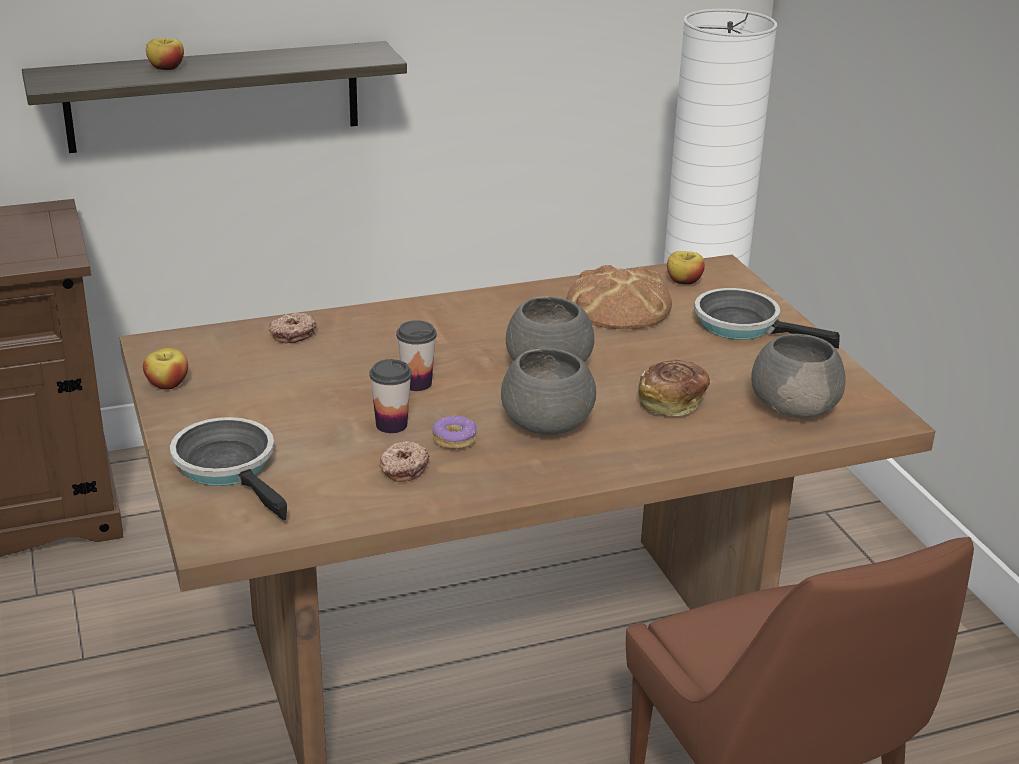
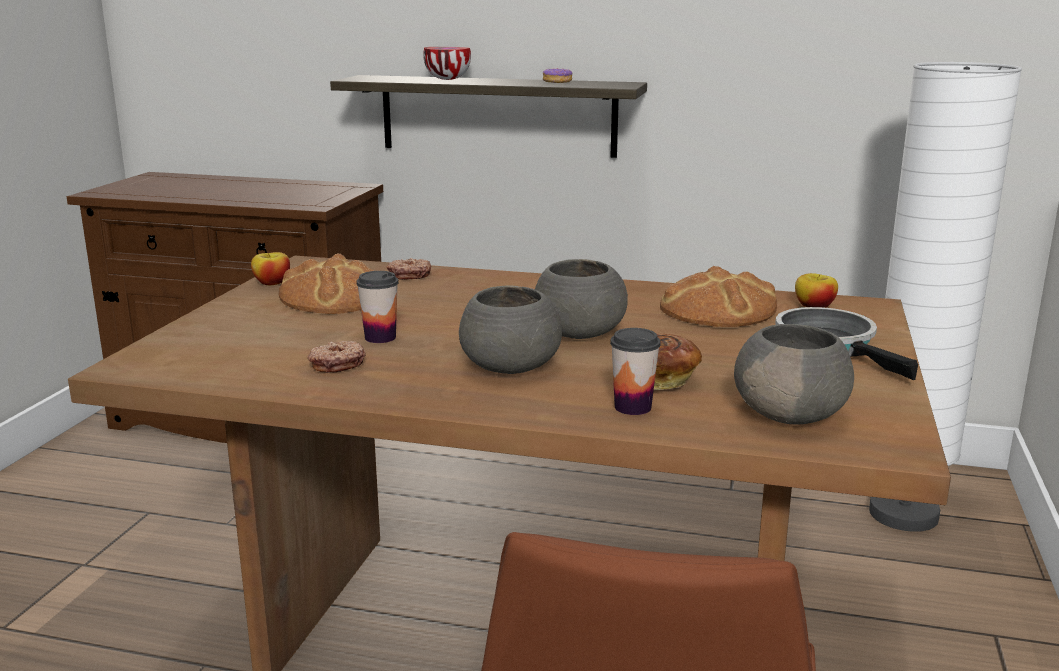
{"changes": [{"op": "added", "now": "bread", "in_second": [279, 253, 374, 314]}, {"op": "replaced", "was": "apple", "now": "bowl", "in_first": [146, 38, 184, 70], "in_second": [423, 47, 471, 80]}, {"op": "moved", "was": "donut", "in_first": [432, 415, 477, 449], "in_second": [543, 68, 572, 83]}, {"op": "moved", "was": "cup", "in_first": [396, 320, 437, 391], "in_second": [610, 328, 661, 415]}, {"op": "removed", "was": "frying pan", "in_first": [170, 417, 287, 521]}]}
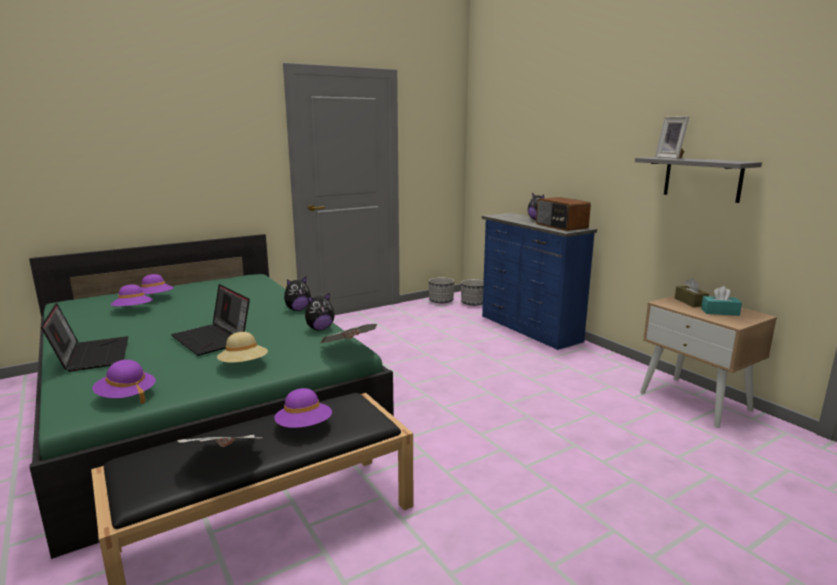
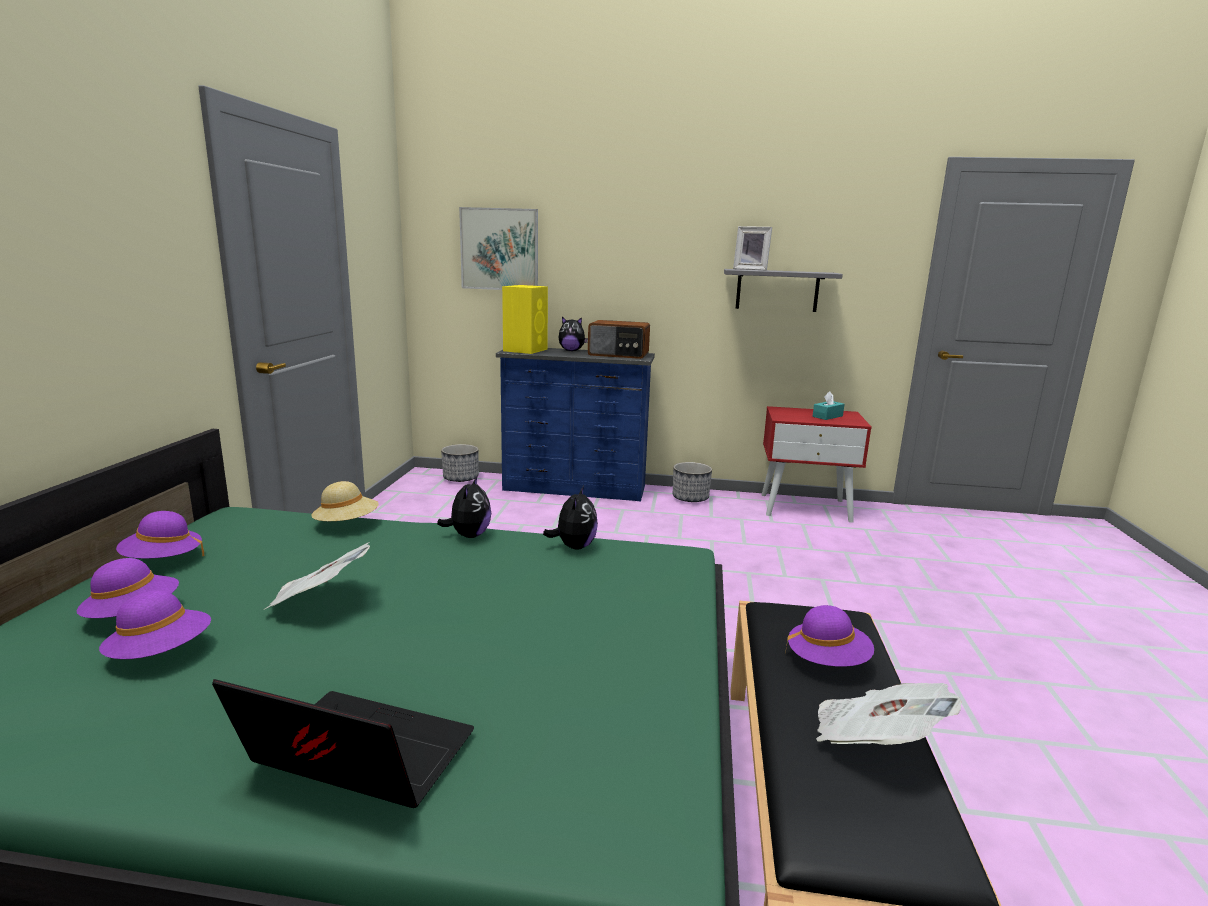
{"changes": [{"op": "moved", "was": "purple hat", "in_first": [92, 360, 156, 404], "in_second": [116, 511, 204, 559]}, {"op": "moved", "was": "newspaper", "in_first": [321, 324, 377, 343], "in_second": [265, 542, 370, 609]}, {"op": "moved", "was": "beige hat", "in_first": [217, 332, 268, 363], "in_second": [311, 481, 379, 521]}, {"op": "added", "now": "picture", "in_second": [459, 207, 538, 290]}, {"op": "added", "now": "yellow speaker", "in_second": [502, 285, 548, 354]}, {"op": "moved", "was": "planter", "in_first": [429, 277, 454, 304], "in_second": [673, 462, 712, 502]}, {"op": "recoloured", "was": "beige nightstand", "now": "red nightstand", "in_first": [640, 295, 777, 428], "in_second": [762, 406, 872, 523]}, {"op": "removed", "was": "laptop", "in_first": [171, 284, 250, 356]}, {"op": "removed", "was": "brown tissue box", "in_first": [675, 278, 709, 307]}]}
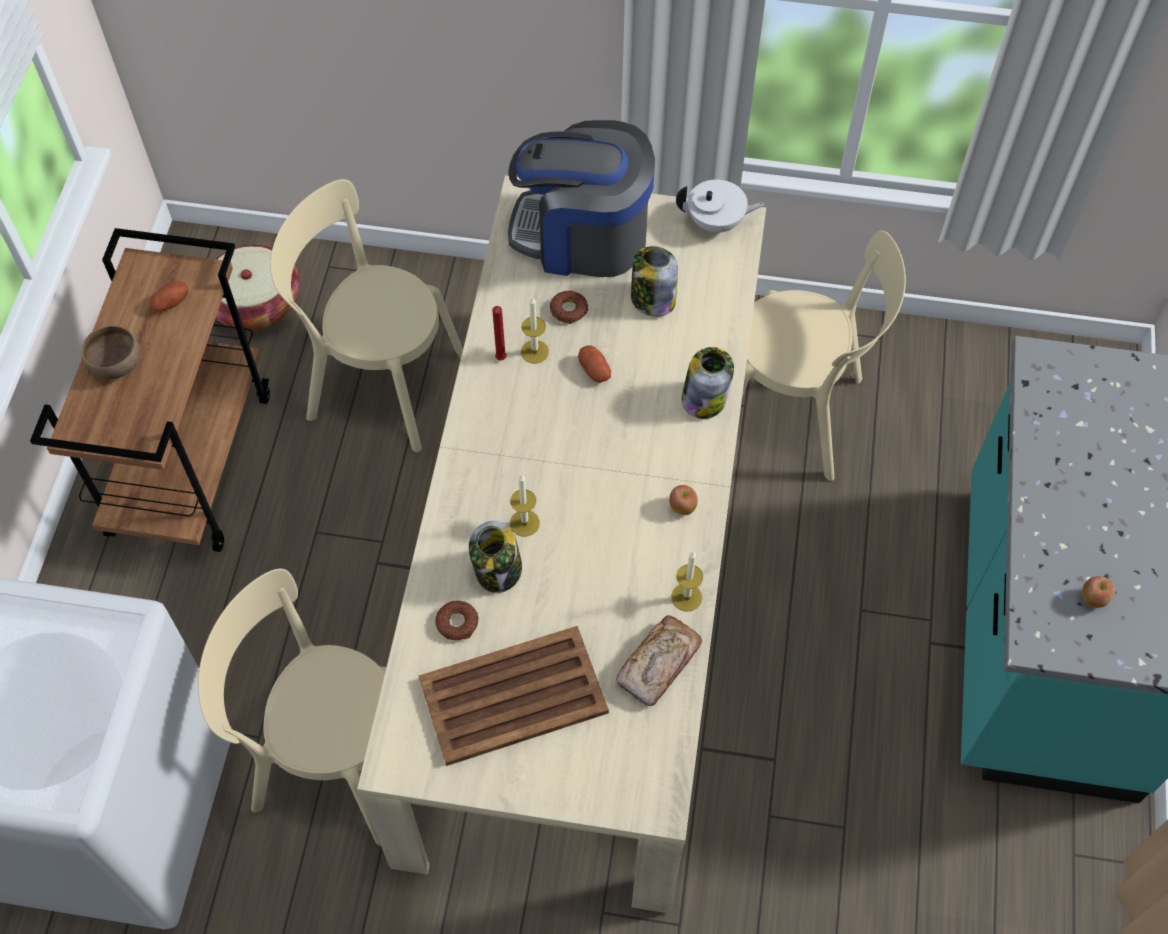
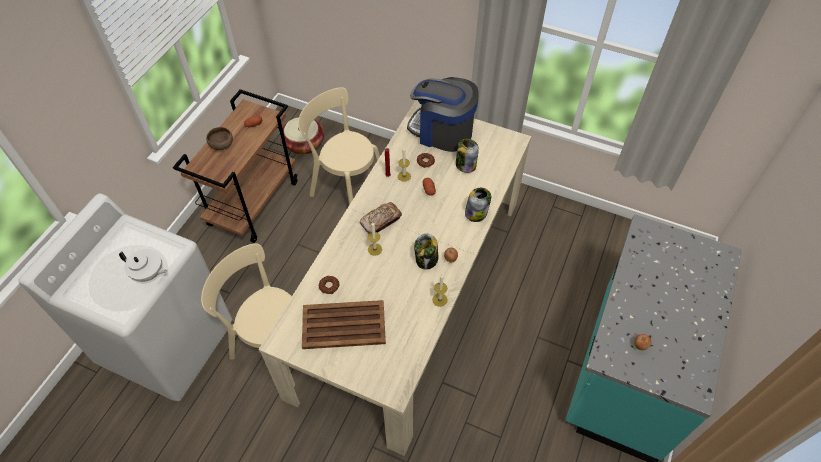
{"changes": [{"op": "moved", "was": "white teapot", "in_first": [676, 180, 765, 235], "in_second": [119, 249, 168, 282]}, {"op": "moved", "was": "bread", "in_first": [616, 615, 702, 706], "in_second": [360, 202, 402, 234]}, {"op": "moved", "was": "jar", "in_first": [469, 521, 522, 593], "in_second": [414, 234, 438, 270]}, {"op": "removed", "was": "beige chair", "in_first": [742, 230, 906, 481]}]}
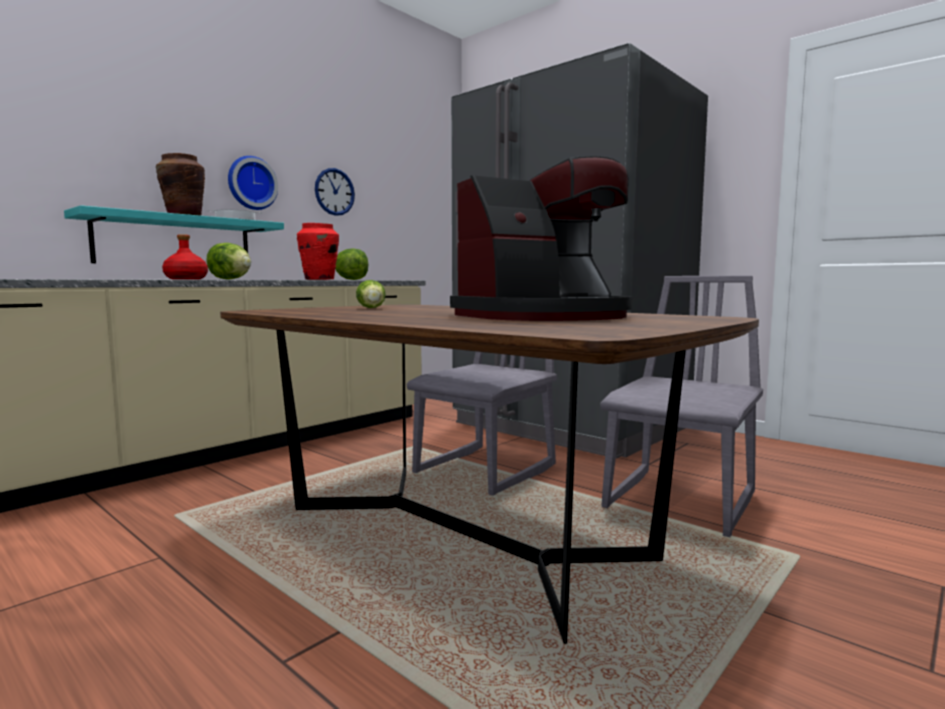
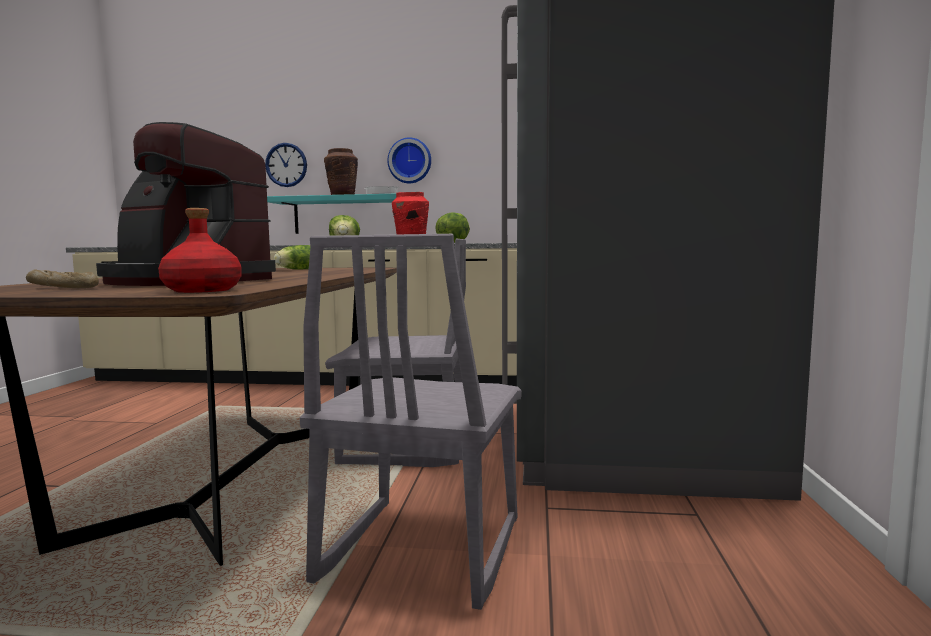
{"changes": [{"op": "added", "now": "bread", "in_second": [26, 269, 99, 288]}, {"op": "moved", "was": "red bottle", "in_first": [162, 234, 208, 279], "in_second": [158, 208, 242, 293]}, {"op": "moved", "was": "wall clock", "in_first": [315, 168, 355, 216], "in_second": [265, 143, 307, 187]}, {"op": "turned", "was": "grey chair", "in_first": [600, 276, 763, 537], "in_second": [300, 234, 522, 610], "clockwise": 105}]}
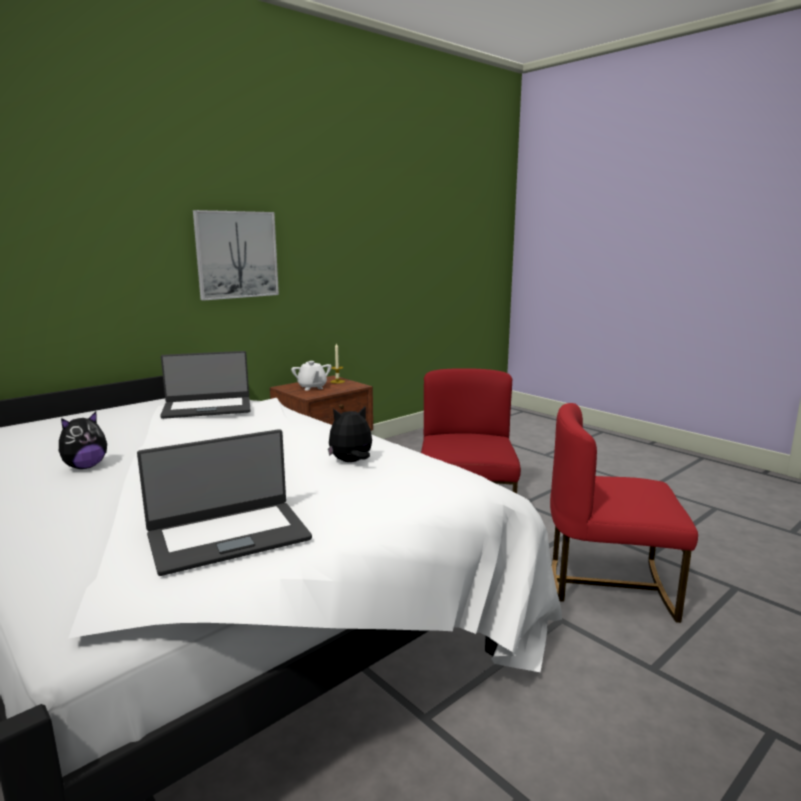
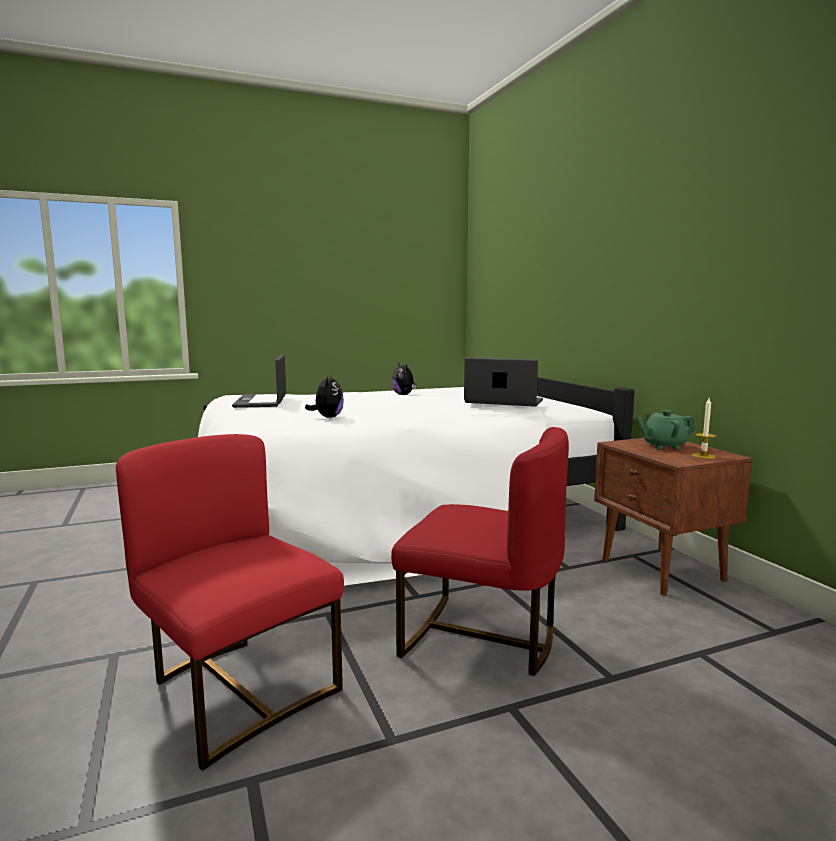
{"changes": [{"op": "turned", "was": "red chair", "in_first": [550, 403, 698, 623], "in_second": [116, 434, 344, 771], "clockwise": -75}, {"op": "turned", "was": "laptop", "in_first": [160, 351, 251, 419], "in_second": [464, 358, 543, 407], "clockwise": 105}, {"op": "recoloured", "was": "white teapot", "now": "green teapot", "in_first": [291, 361, 332, 390], "in_second": [636, 410, 695, 449]}, {"op": "removed", "was": "picture", "in_first": [193, 210, 279, 301]}]}
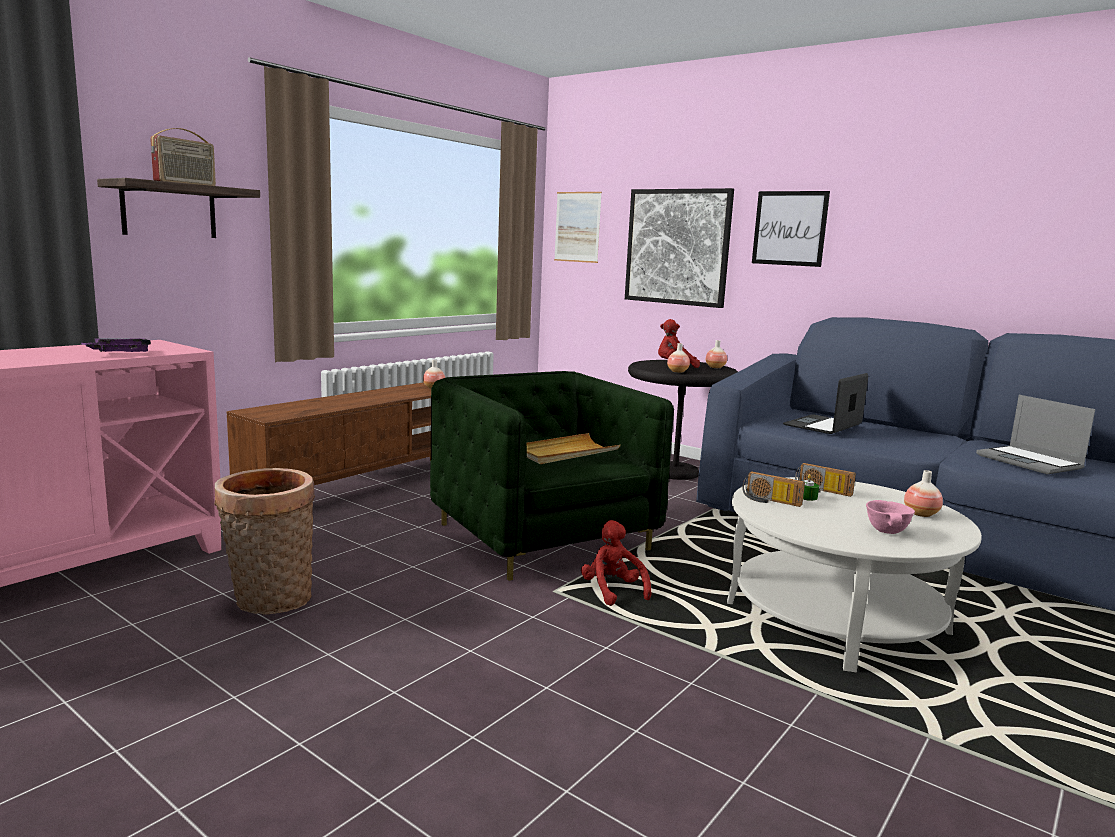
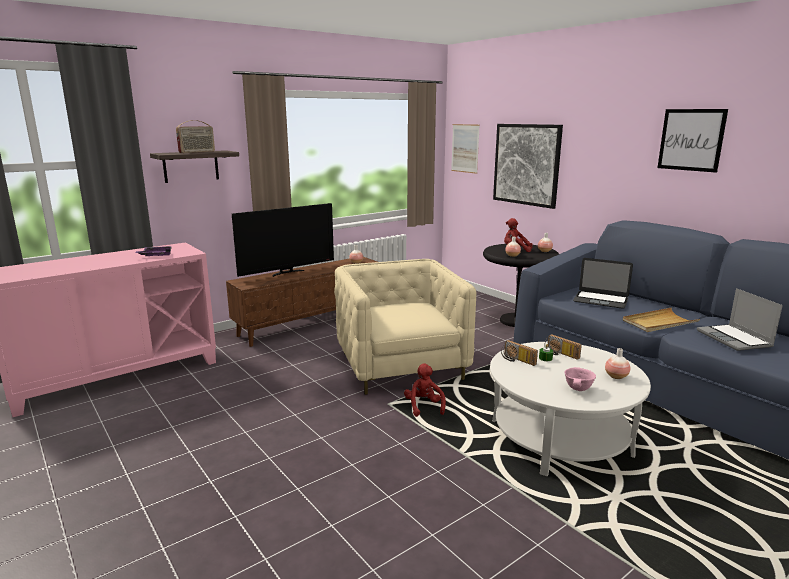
{"changes": [{"op": "added", "now": "television", "in_second": [232, 203, 334, 277]}, {"op": "recoloured", "was": "green armchair", "now": "beige armchair", "in_first": [430, 371, 674, 581], "in_second": [334, 259, 477, 395]}, {"op": "turned", "was": "laptop", "in_first": [783, 373, 868, 434], "in_second": [573, 258, 633, 309], "clockwise": -120}, {"op": "moved", "was": "beige tray", "in_first": [526, 433, 621, 464], "in_second": [623, 308, 700, 332]}, {"op": "moved", "was": "picture", "in_first": [752, 191, 830, 267], "in_second": [657, 109, 728, 173]}, {"op": "removed", "was": "basket", "in_first": [214, 468, 315, 615]}]}
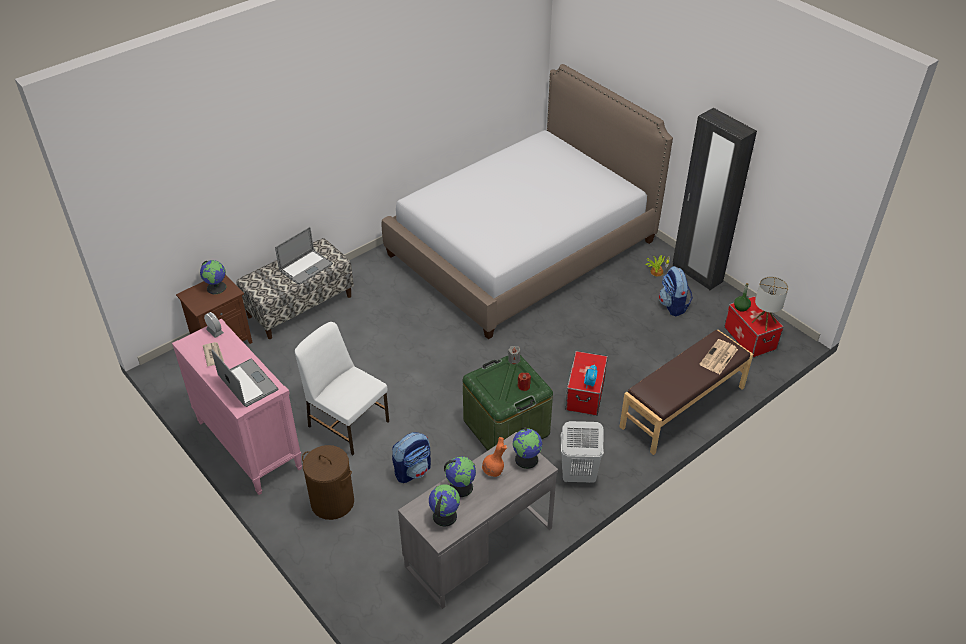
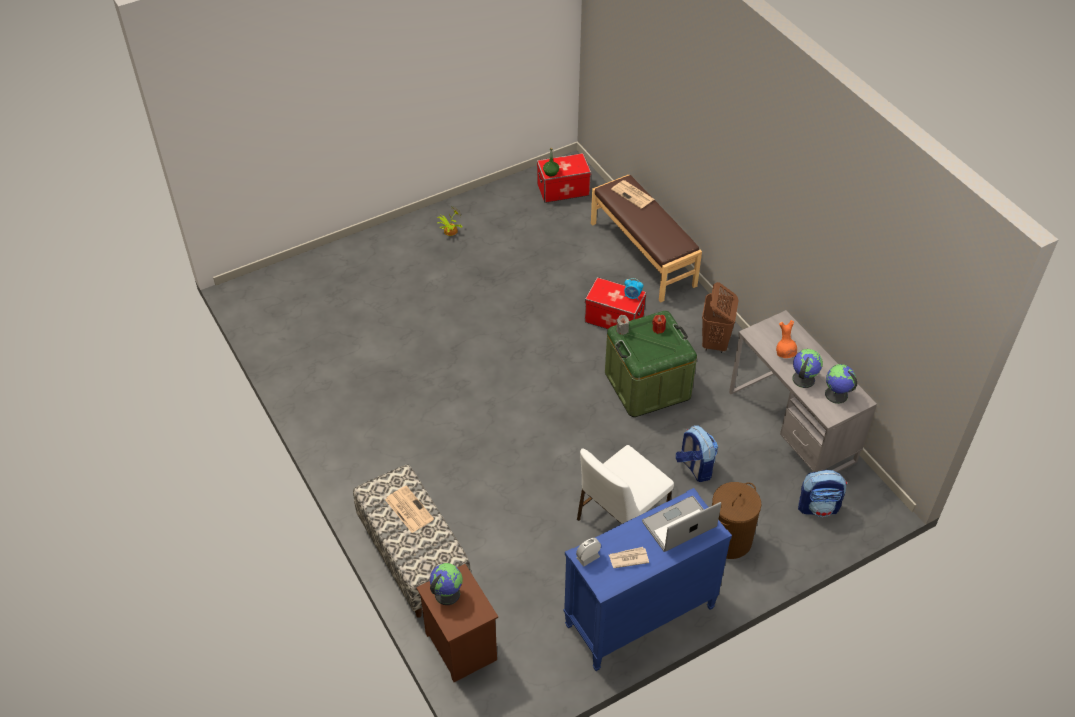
{"changes": [{"op": "replaced", "was": "laptop", "now": "newspaper", "in_first": [275, 227, 333, 285], "in_second": [385, 486, 434, 533]}, {"op": "recoloured", "was": "pink dresser", "now": "blue dresser", "in_first": [172, 318, 302, 495], "in_second": [563, 488, 732, 671]}, {"op": "recoloured", "was": "white laundry basket", "now": "brown laundry basket", "in_first": [561, 421, 604, 483], "in_second": [702, 282, 738, 353]}, {"op": "moved", "was": "backpack", "in_first": [659, 266, 693, 316], "in_second": [798, 470, 847, 517]}, {"op": "removed", "was": "bed", "in_first": [382, 64, 673, 339]}, {"op": "removed", "was": "globe", "in_first": [512, 427, 543, 469]}, {"op": "removed", "was": "black wardrobe", "in_first": [673, 108, 757, 290]}, {"op": "removed", "was": "table lamp", "in_first": [751, 276, 788, 331]}]}
